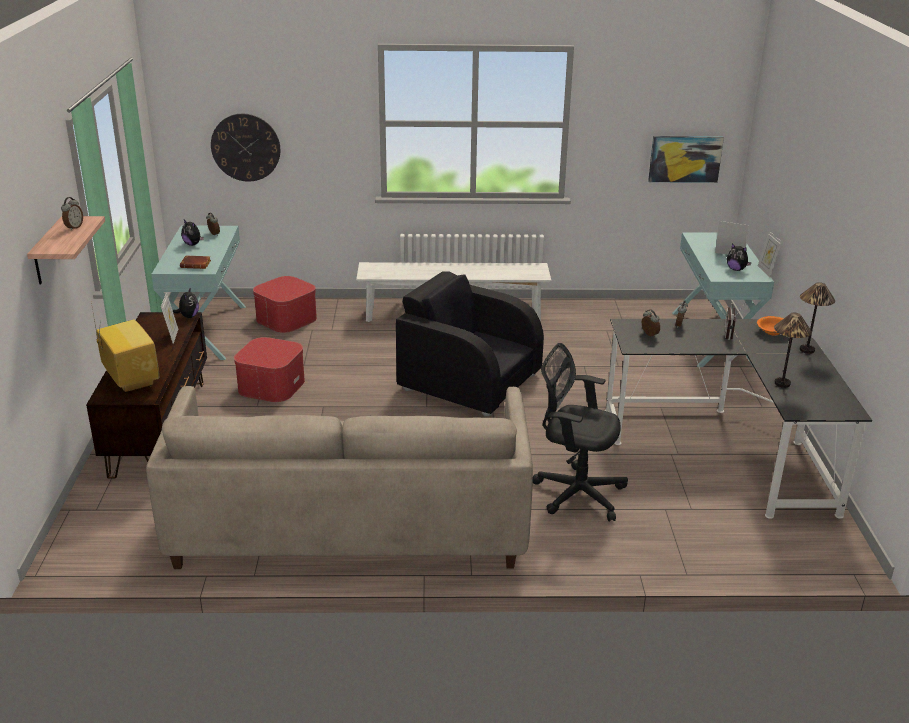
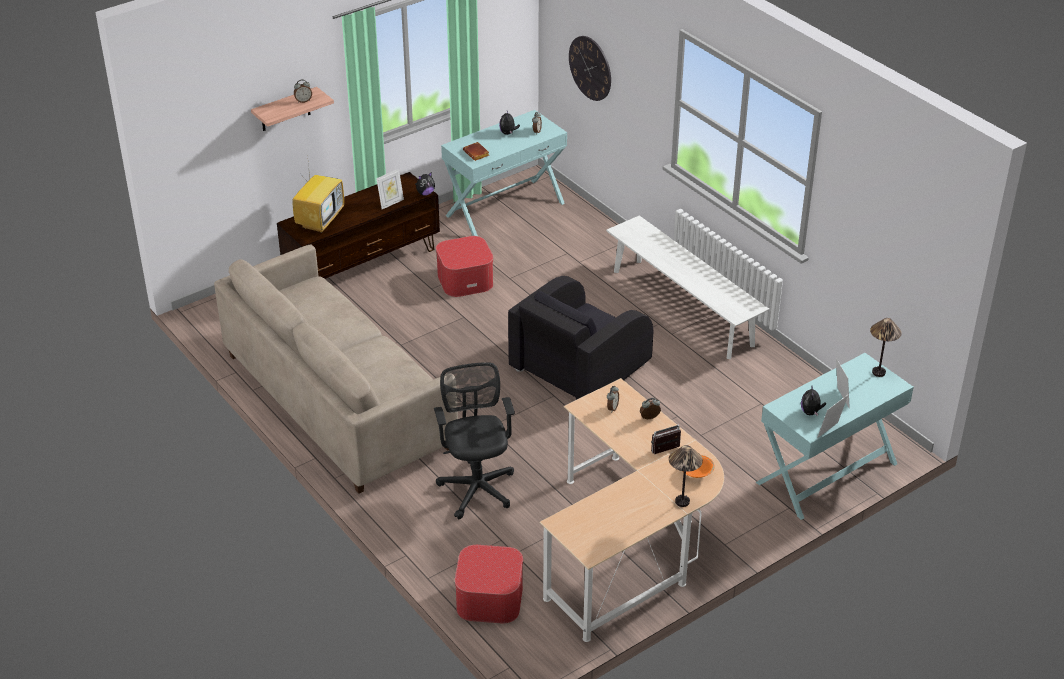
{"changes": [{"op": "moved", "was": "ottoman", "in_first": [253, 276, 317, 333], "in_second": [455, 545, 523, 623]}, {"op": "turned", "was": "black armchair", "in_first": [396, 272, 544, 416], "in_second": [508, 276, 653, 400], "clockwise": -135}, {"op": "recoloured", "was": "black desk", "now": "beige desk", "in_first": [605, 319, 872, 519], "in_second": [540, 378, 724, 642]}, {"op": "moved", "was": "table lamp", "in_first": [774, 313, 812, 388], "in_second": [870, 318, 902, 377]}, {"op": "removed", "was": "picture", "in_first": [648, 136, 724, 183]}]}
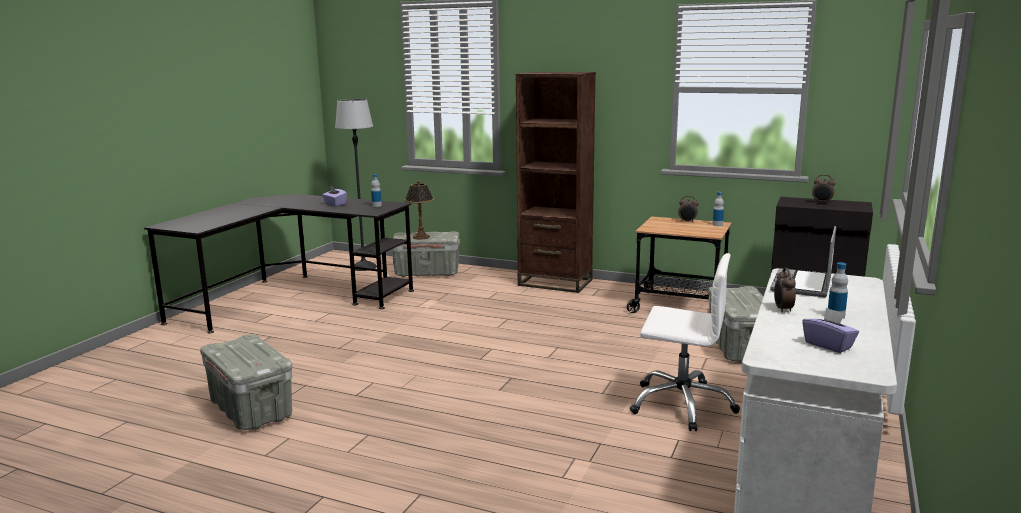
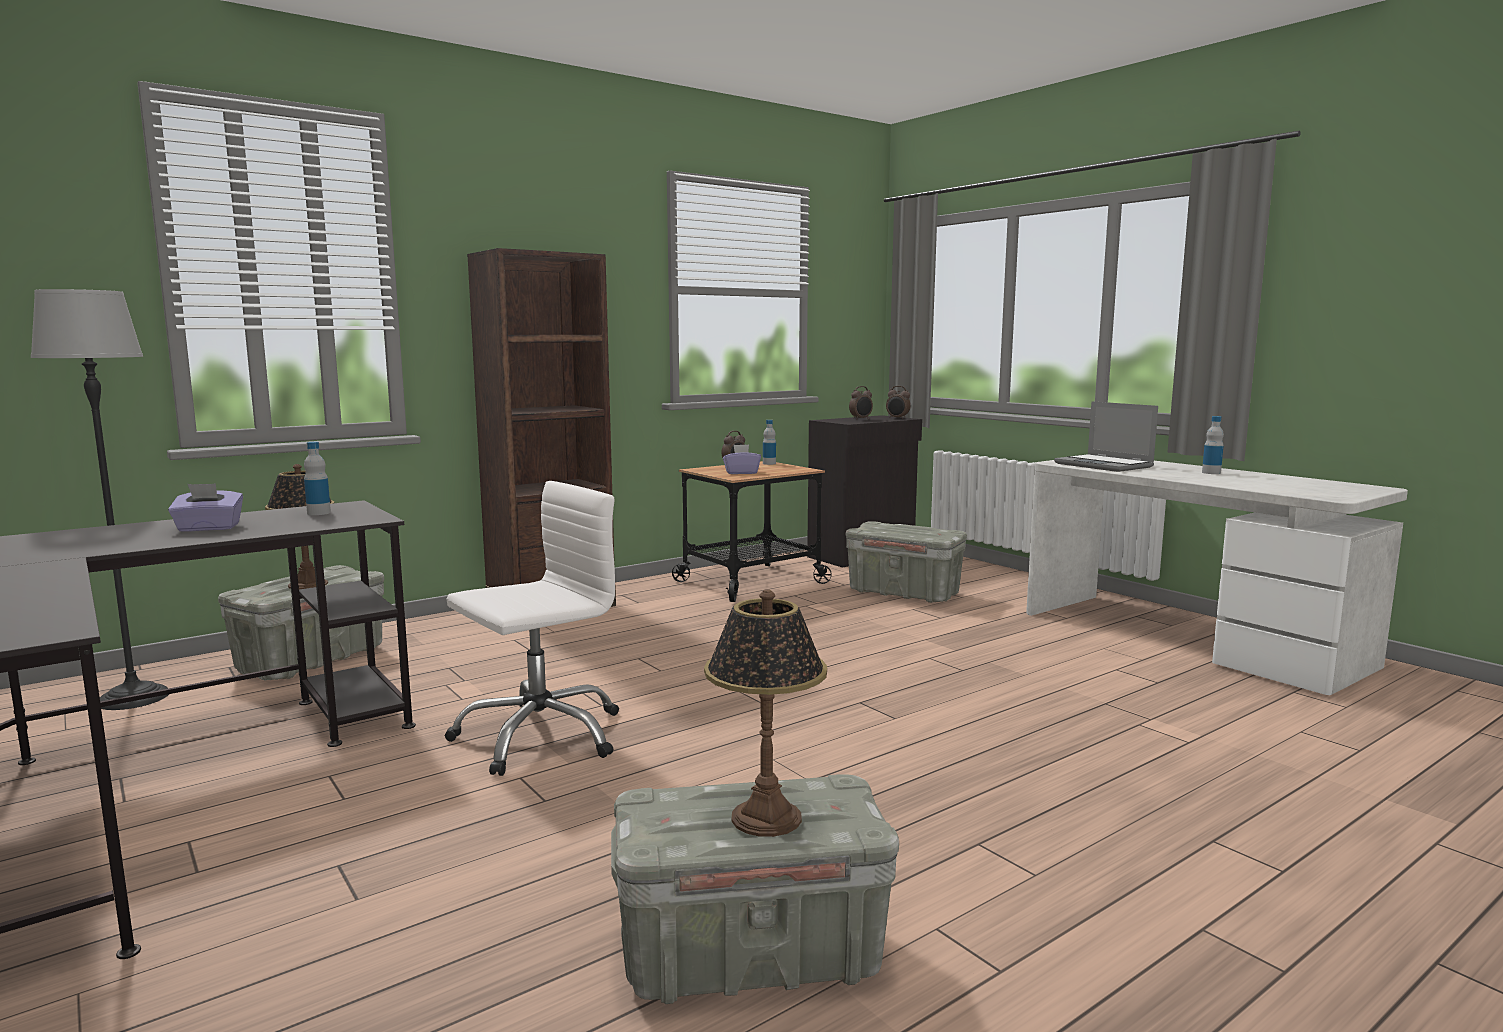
{"changes": [{"op": "moved", "was": "white office chair", "in_first": [630, 253, 740, 431], "in_second": [445, 481, 619, 776]}, {"op": "added", "now": "table lamp", "in_second": [704, 589, 827, 837]}, {"op": "moved", "was": "purple tissue box", "in_first": [802, 308, 859, 353], "in_second": [723, 444, 761, 474]}, {"op": "moved", "was": "alarm clock", "in_first": [774, 268, 796, 313], "in_second": [886, 386, 911, 419]}]}
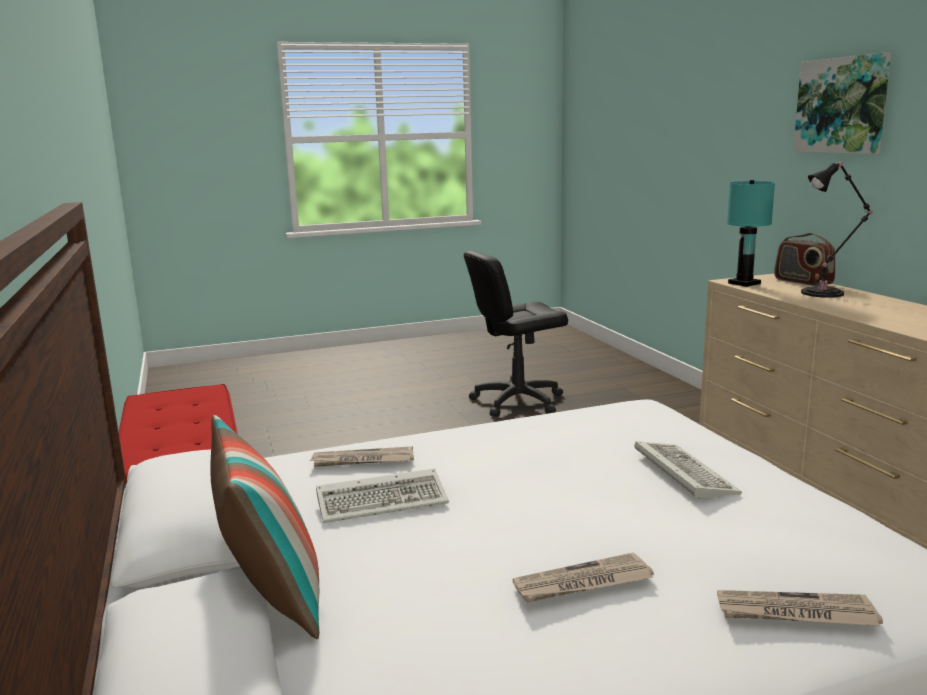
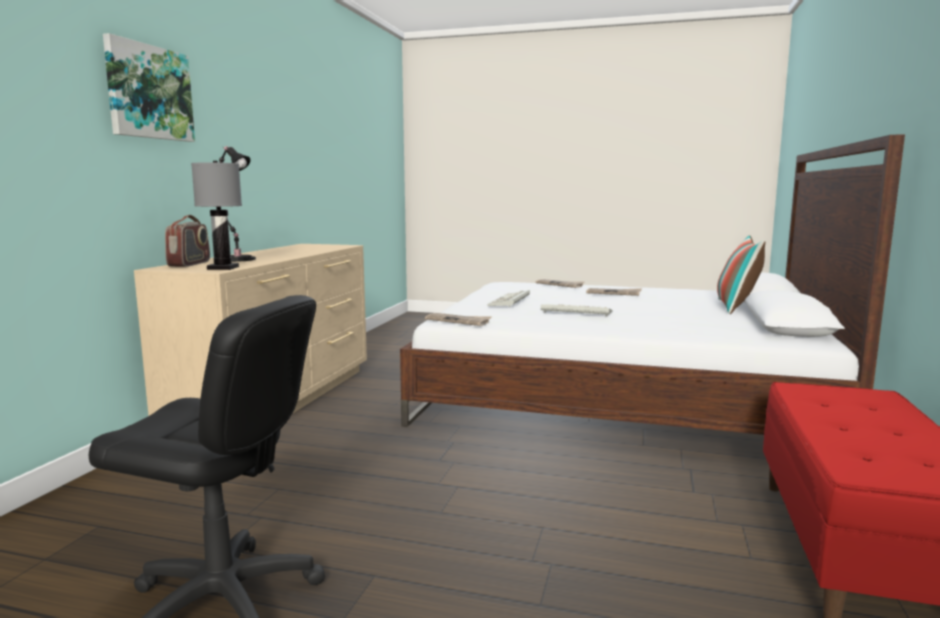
{"changes": [{"op": "recoloured", "was": "turquoise table lamp", "now": "grey table lamp", "in_first": [726, 180, 775, 287], "in_second": [191, 161, 242, 270]}, {"op": "moved", "was": "newspaper", "in_first": [310, 446, 414, 467], "in_second": [425, 313, 491, 326]}, {"op": "moved", "was": "keyboard", "in_first": [316, 468, 449, 523], "in_second": [541, 304, 612, 316]}]}
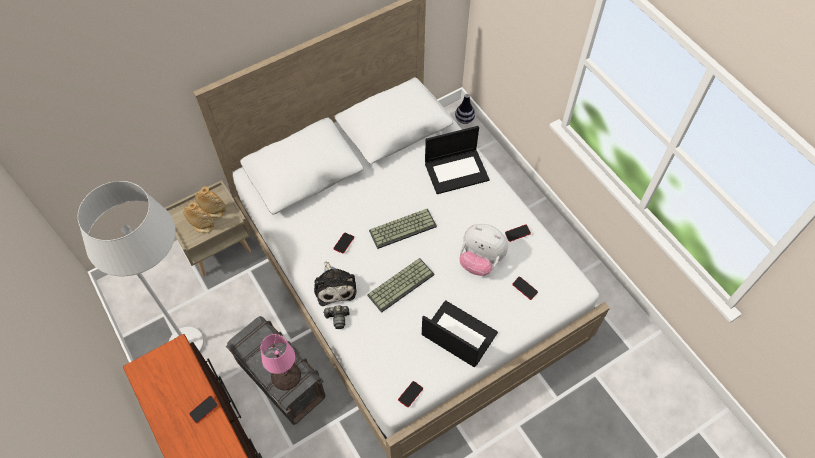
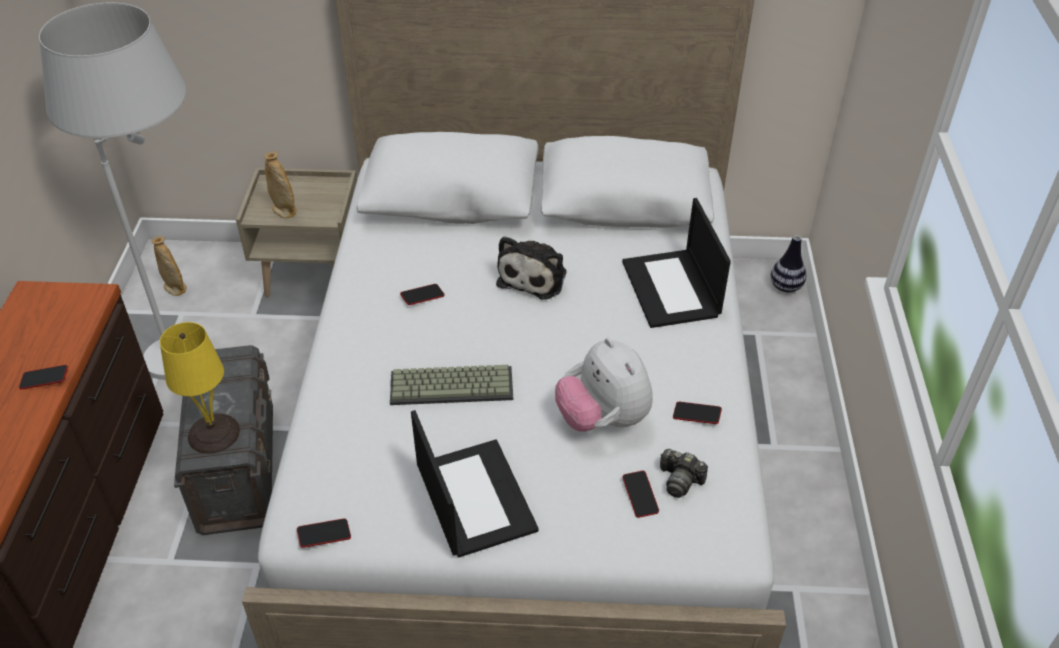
{"changes": [{"op": "moved", "was": "beige vase", "in_first": [195, 186, 226, 218], "in_second": [151, 236, 186, 296]}, {"op": "recoloured", "was": "pink table lamp", "now": "yellow table lamp", "in_first": [261, 334, 301, 390], "in_second": [160, 322, 240, 454]}, {"op": "moved", "was": "plush toy", "in_first": [314, 262, 357, 306], "in_second": [496, 236, 567, 299]}, {"op": "turned", "was": "laptop", "in_first": [425, 126, 490, 194], "in_second": [622, 198, 731, 328], "clockwise": 60}, {"op": "moved", "was": "photo camera", "in_first": [323, 305, 350, 329], "in_second": [660, 449, 708, 498]}, {"op": "removed", "was": "keyboard", "in_first": [369, 208, 437, 249]}]}
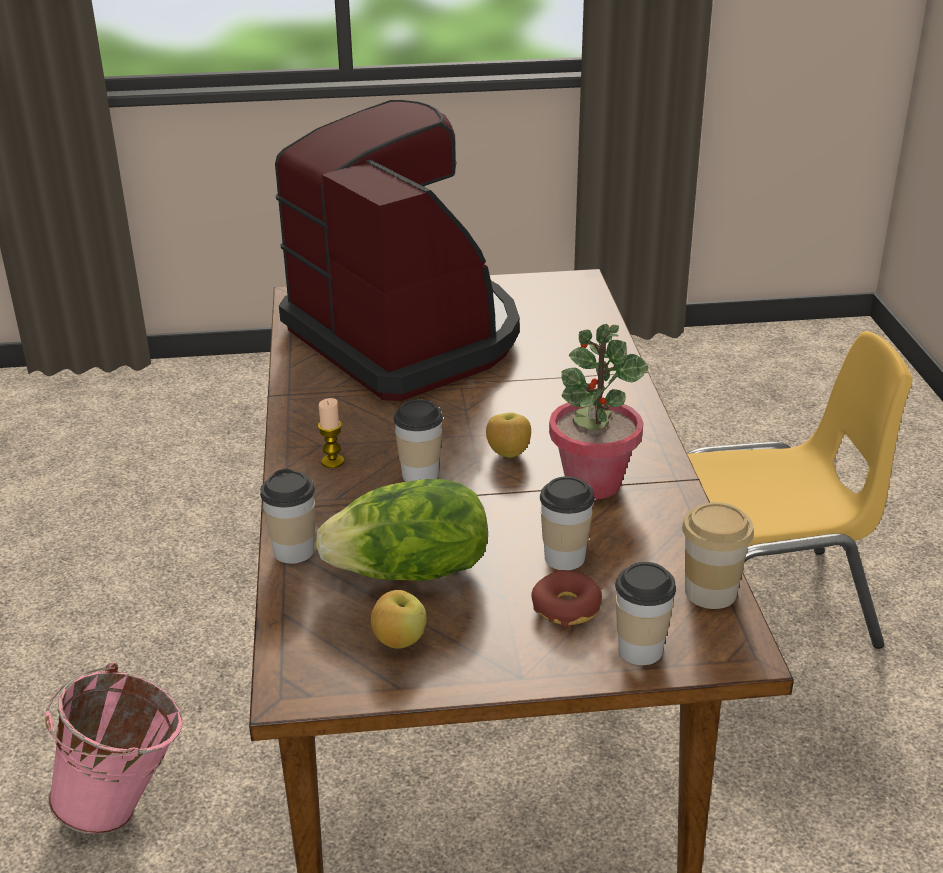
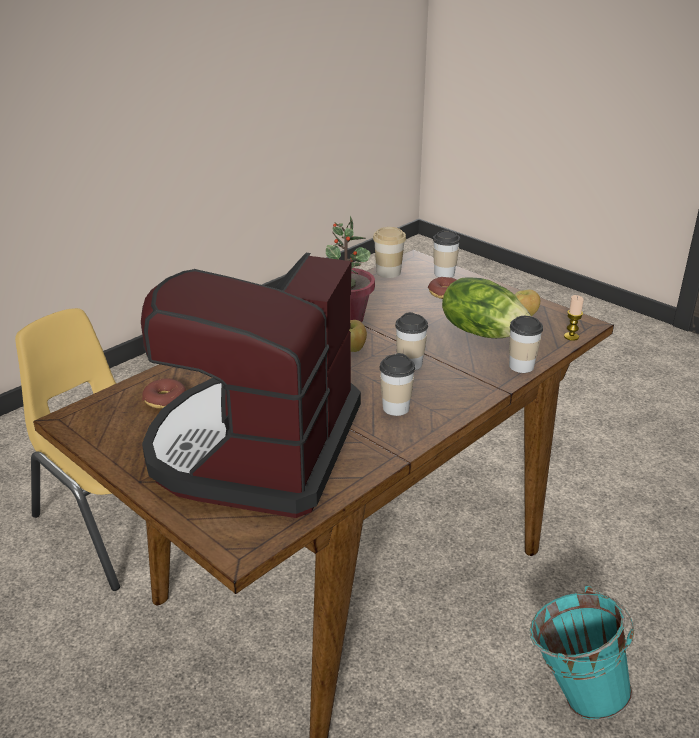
{"changes": [{"op": "added", "now": "donut", "in_second": [142, 378, 186, 409]}, {"op": "moved", "was": "cup", "in_first": [540, 476, 595, 570], "in_second": [380, 353, 415, 416]}, {"op": "recoloured", "was": "pink bucket", "now": "turquoise bucket", "in_first": [45, 662, 183, 835], "in_second": [529, 586, 634, 720]}, {"op": "moved", "was": "candle", "in_first": [318, 398, 344, 468], "in_second": [564, 295, 584, 341]}]}
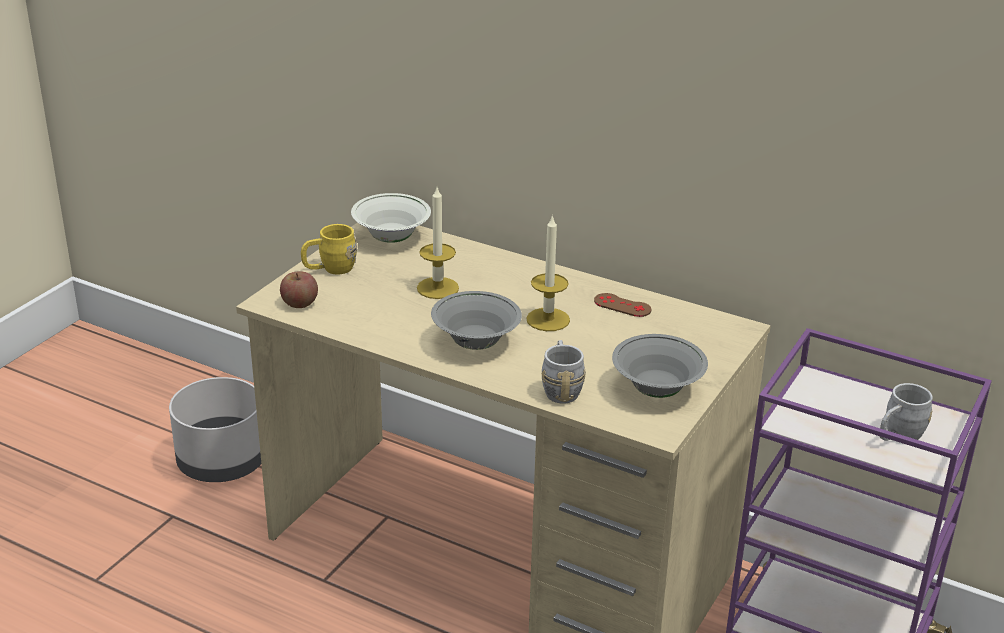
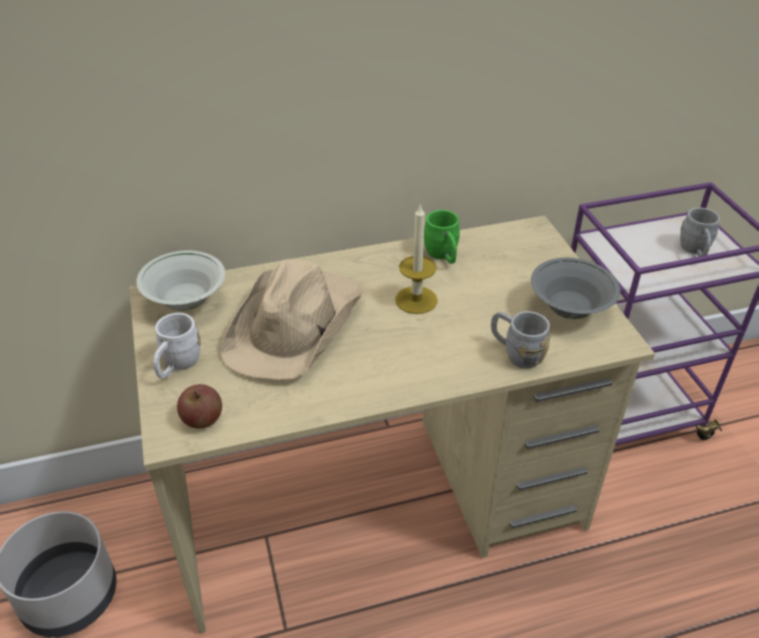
{"changes": [{"op": "recoloured", "was": "yellow mug", "now": "white mug", "in_first": [301, 224, 357, 274], "in_second": [153, 313, 201, 378]}, {"op": "replaced", "was": "candle", "now": "beige hat", "in_first": [417, 187, 459, 299], "in_second": [219, 259, 364, 380]}, {"op": "replaced", "was": "brown game controller", "now": "green mug", "in_first": [594, 293, 651, 317], "in_second": [424, 210, 460, 264]}, {"op": "removed", "was": "grey bowl", "in_first": [431, 291, 522, 350]}]}
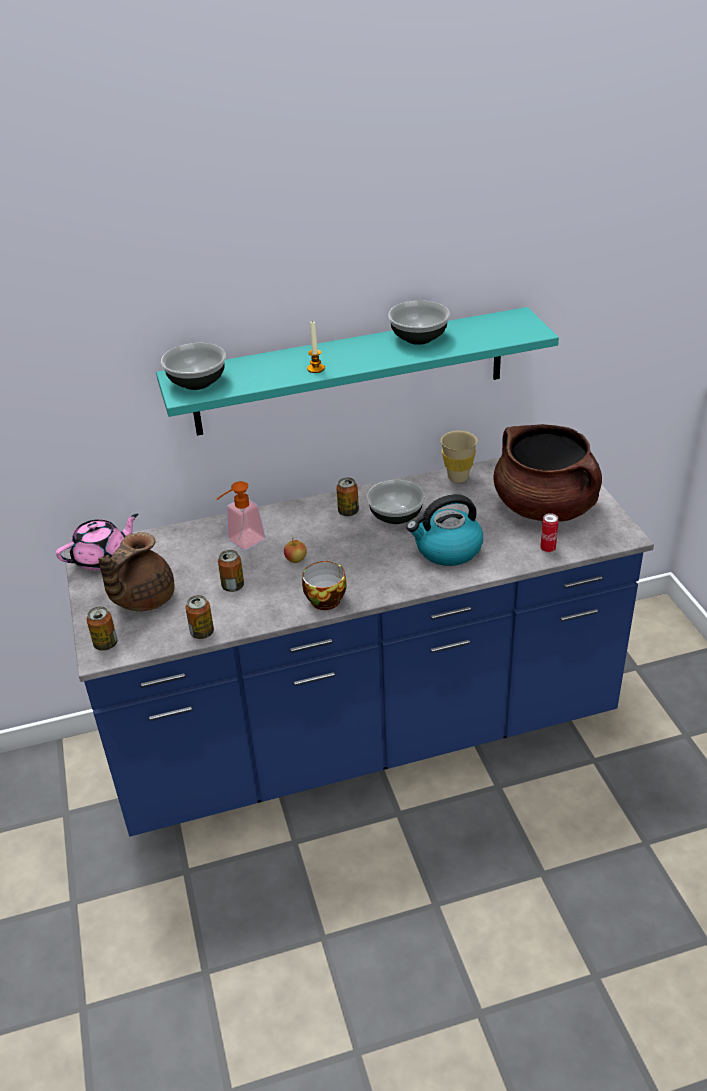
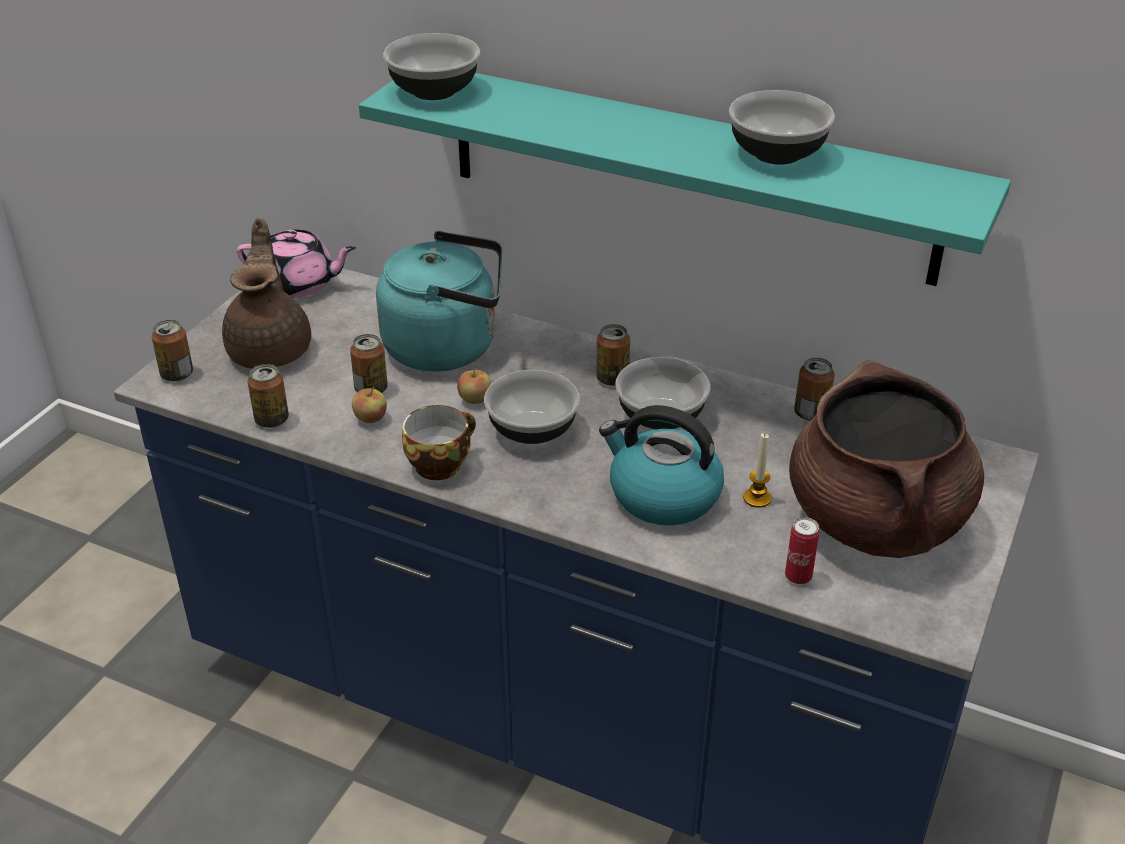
{"changes": [{"op": "turned", "was": "brown teapot", "in_first": [98, 532, 174, 611], "in_second": [222, 218, 311, 369], "clockwise": 105}, {"op": "added", "now": "apple", "in_second": [352, 386, 387, 423]}, {"op": "replaced", "was": "soap dispenser", "now": "turquoise kettle", "in_first": [217, 481, 266, 550], "in_second": [376, 231, 502, 372]}, {"op": "added", "now": "bowl", "in_second": [484, 370, 580, 444]}, {"op": "moved", "was": "candle", "in_first": [307, 320, 325, 373], "in_second": [743, 433, 772, 508]}, {"op": "replaced", "was": "beige cup", "now": "can", "in_first": [441, 431, 478, 483], "in_second": [794, 358, 835, 421]}]}
